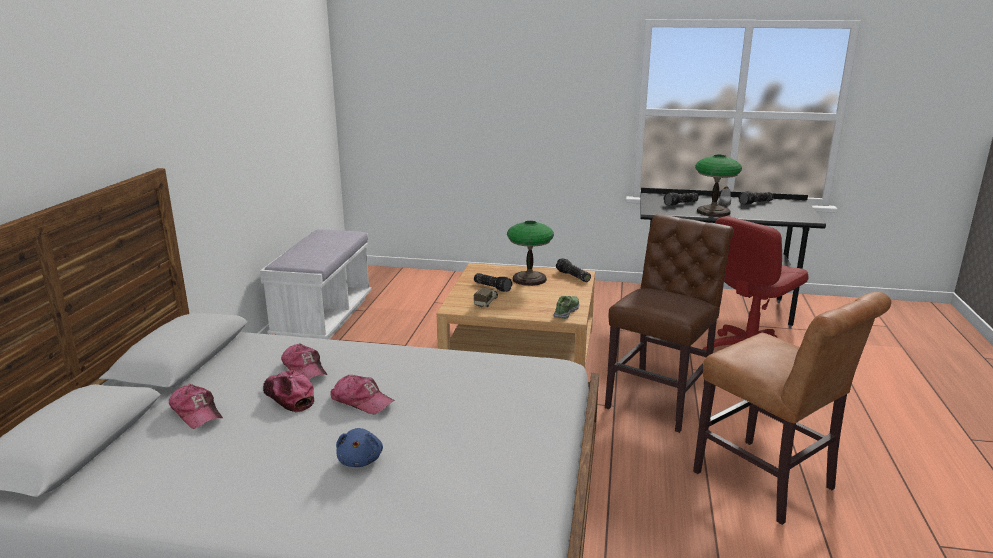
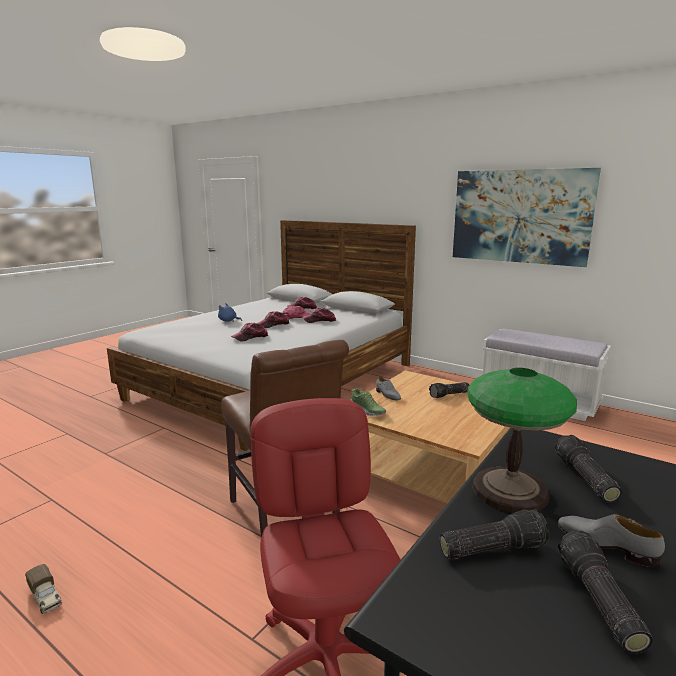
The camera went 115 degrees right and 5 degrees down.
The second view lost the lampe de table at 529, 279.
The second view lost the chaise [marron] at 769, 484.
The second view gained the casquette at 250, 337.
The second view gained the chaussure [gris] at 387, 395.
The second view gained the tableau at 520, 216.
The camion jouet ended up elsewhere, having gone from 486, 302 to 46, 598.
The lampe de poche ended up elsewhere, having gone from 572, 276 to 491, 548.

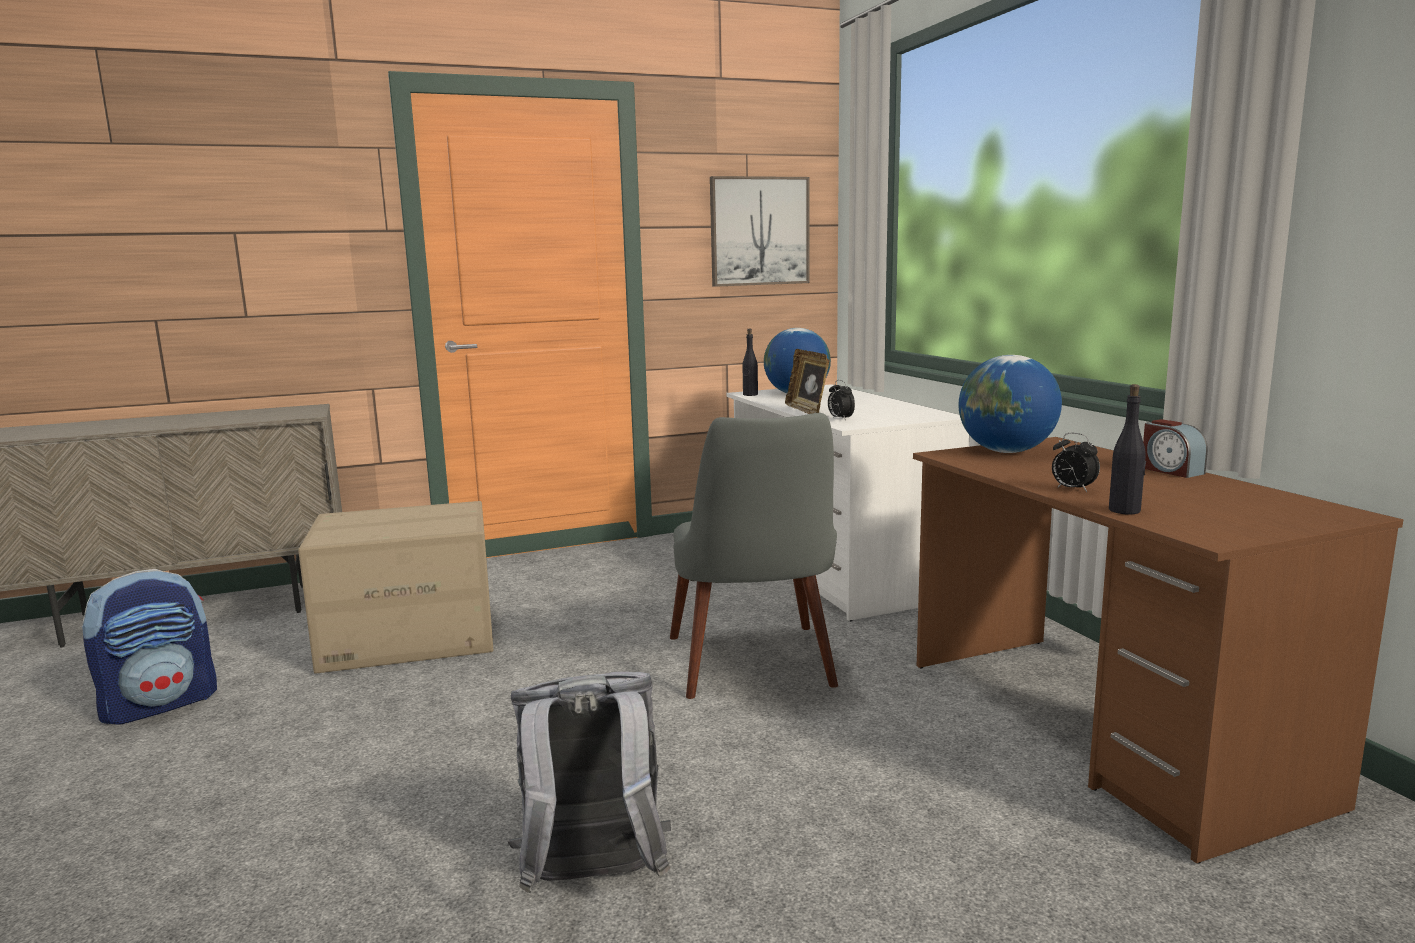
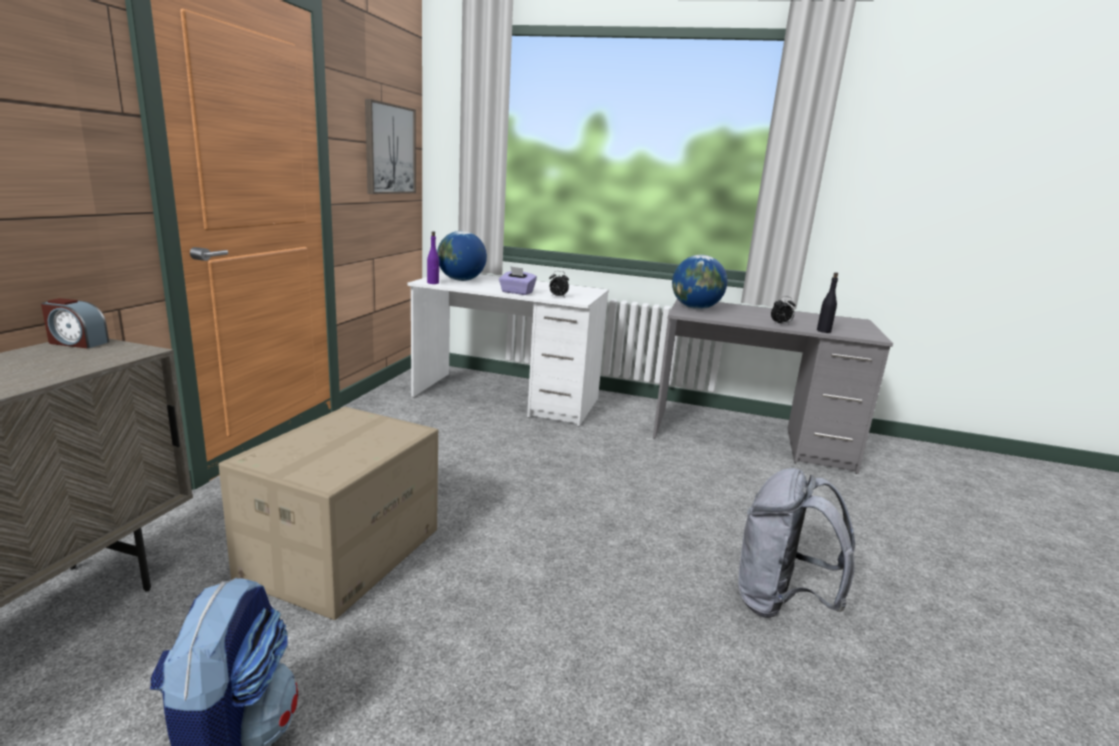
The camera went 55 degrees left and 5 degrees up.
The second view lost the chaise [gris] at 756, 671.
The réveil ended up elsewhere, having gone from 1170, 470 to 77, 343.
Where the cadre photo stood at 807, 410, the boîte à mouchoirs [violet] came to stand at 516, 292.
What was the bouteille [noir] at 750, 394 turned into the bouteille [violet] at 433, 283.
What was the bureau [marron] at 1100, 728 turned into the bureau [gris] at 751, 438.

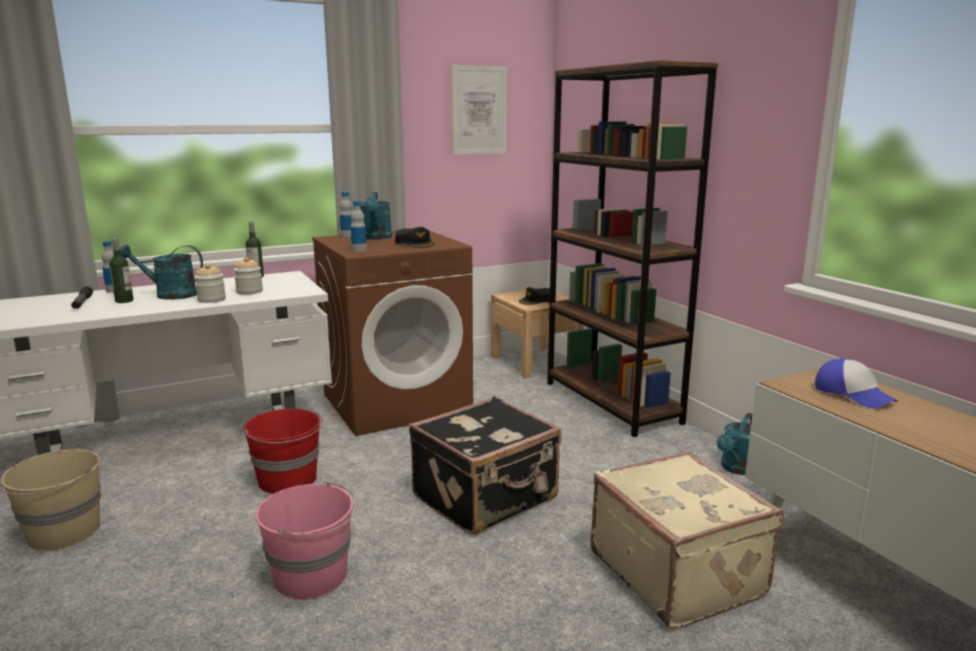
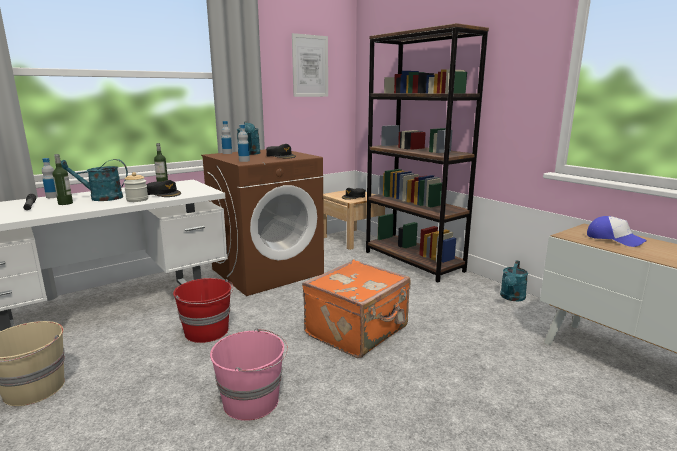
The camera went 10 degrees left and 0 degrees up.
The second view lost the valise [beige] at 678, 573.
Where the bocal stood at 249, 291, the casquette [noir] came to stand at 164, 193.
What was the valise [noir] at 487, 498 turned into the valise [orange] at 358, 331.

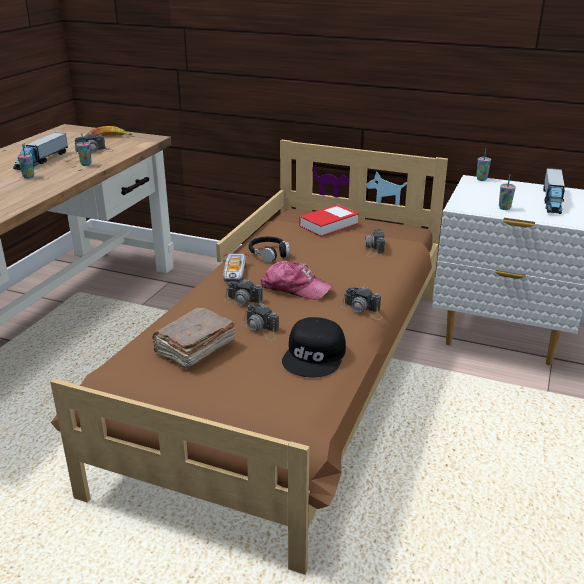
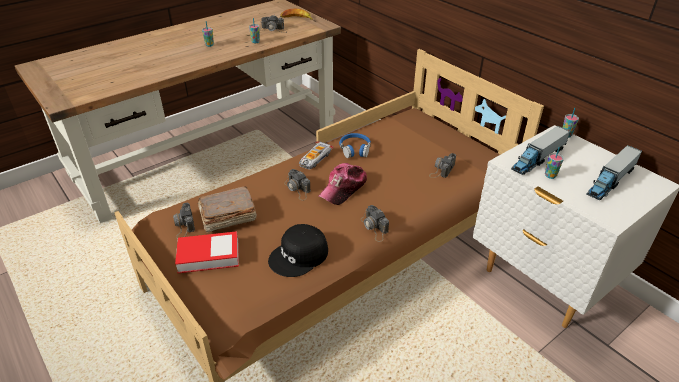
The camera went 30 degrees right and 10 degrees up.
The camion jouet ended up elsewhere, having gone from 42, 160 to 538, 159.
The appareil photo ended up elsewhere, having gone from 261, 328 to 184, 225.
The livre ended up elsewhere, having gone from 329, 225 to 209, 256.
What was the casque audio [noir] at 269, 254 turned into the casque audio [bleu] at 355, 149.
The casquette at 295, 288 ended up facing another way, 75 degrees clockwise from before.

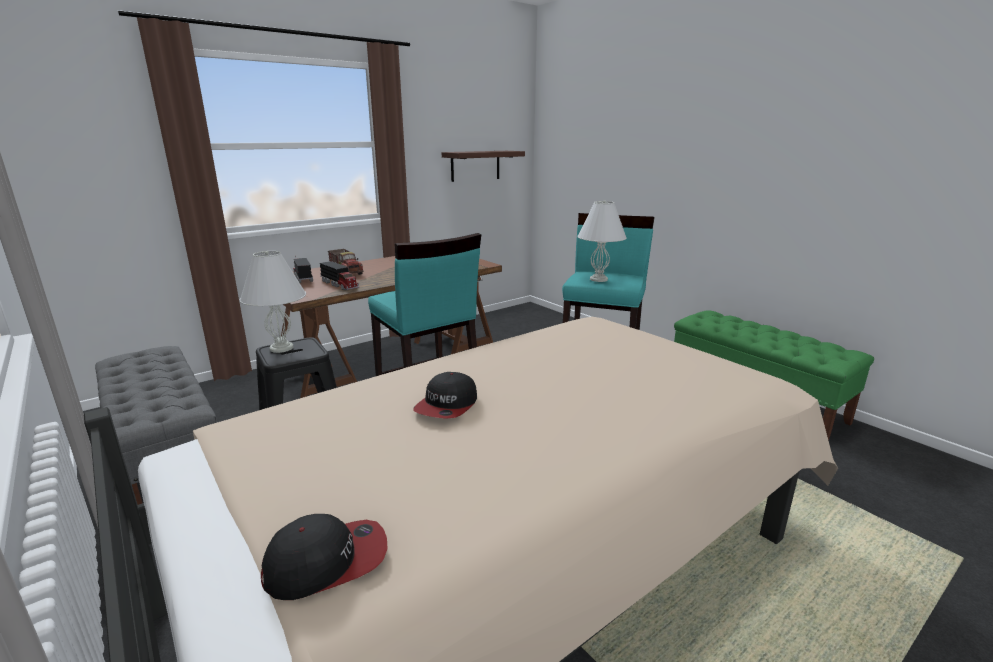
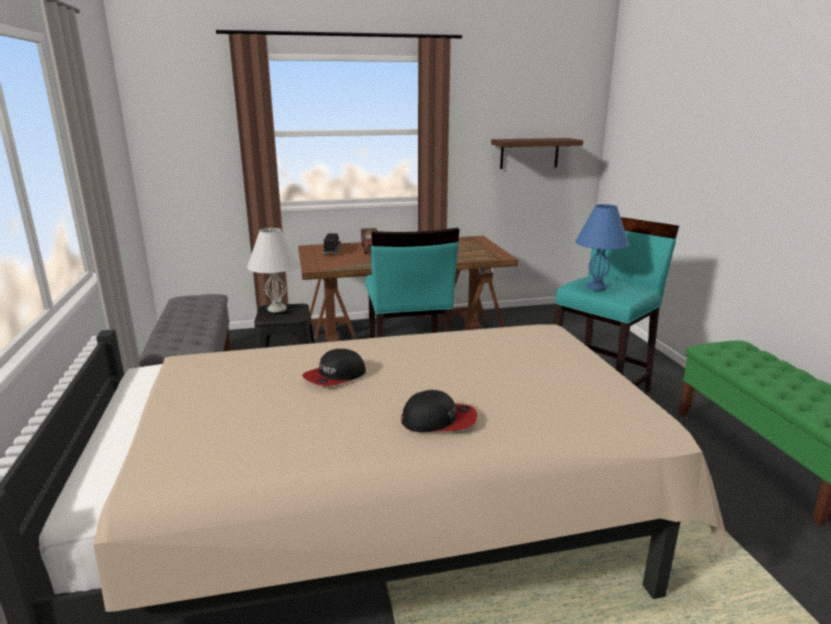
The camera went 25 degrees right and 0 degrees up.
The second view lost the camion jouet at 340, 284.
The casquette ended up elsewhere, having gone from 327, 561 to 439, 420.
What was the lampe de table [blanc] at 598, 279 turned into the lampe de table [bleu] at 597, 287.

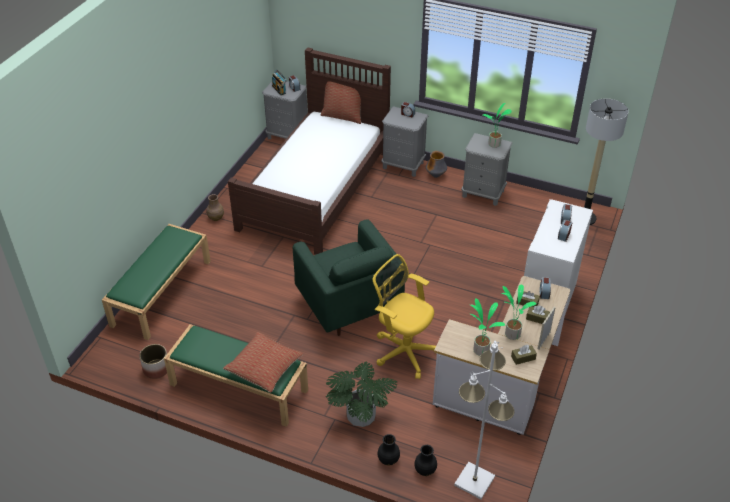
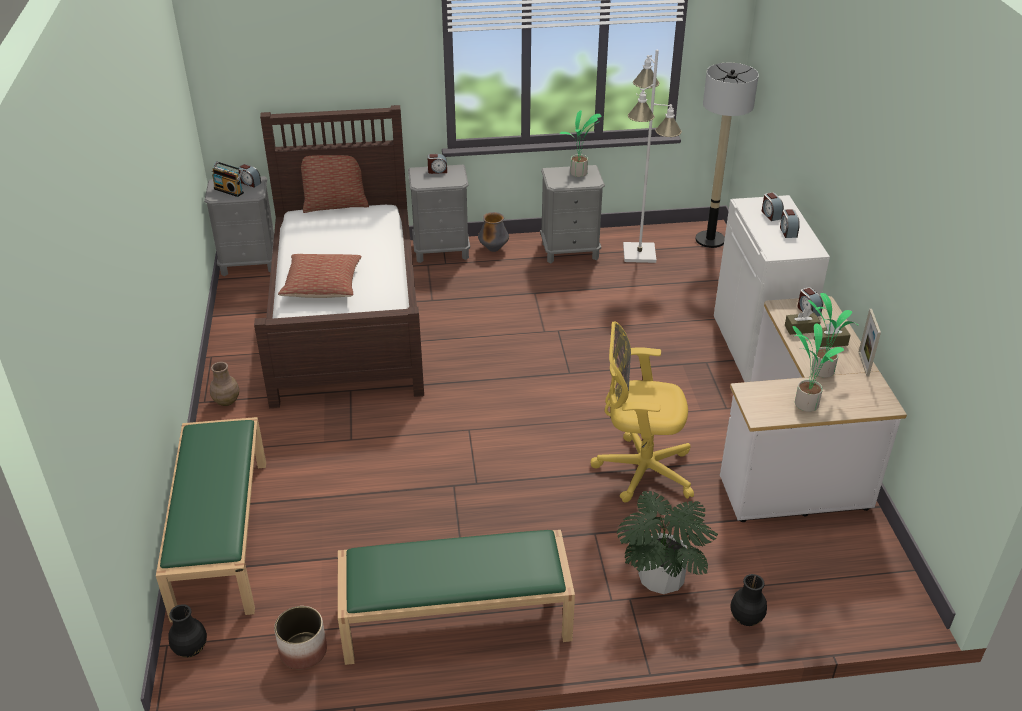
The camera went 30 degrees left and 5 degrees down.
The second view lost the fauteuil [vert] at 348, 306.
The second view lost the boîte à mouchoirs [marron] at 523, 358.
The coussin ended up elsewhere, having gone from 264, 367 to 322, 285.
The vase [noir] ended up elsewhere, having gone from 425, 470 to 191, 648.
The lampadaire [blanc] ended up elsewhere, having gone from 475, 481 to 639, 253.

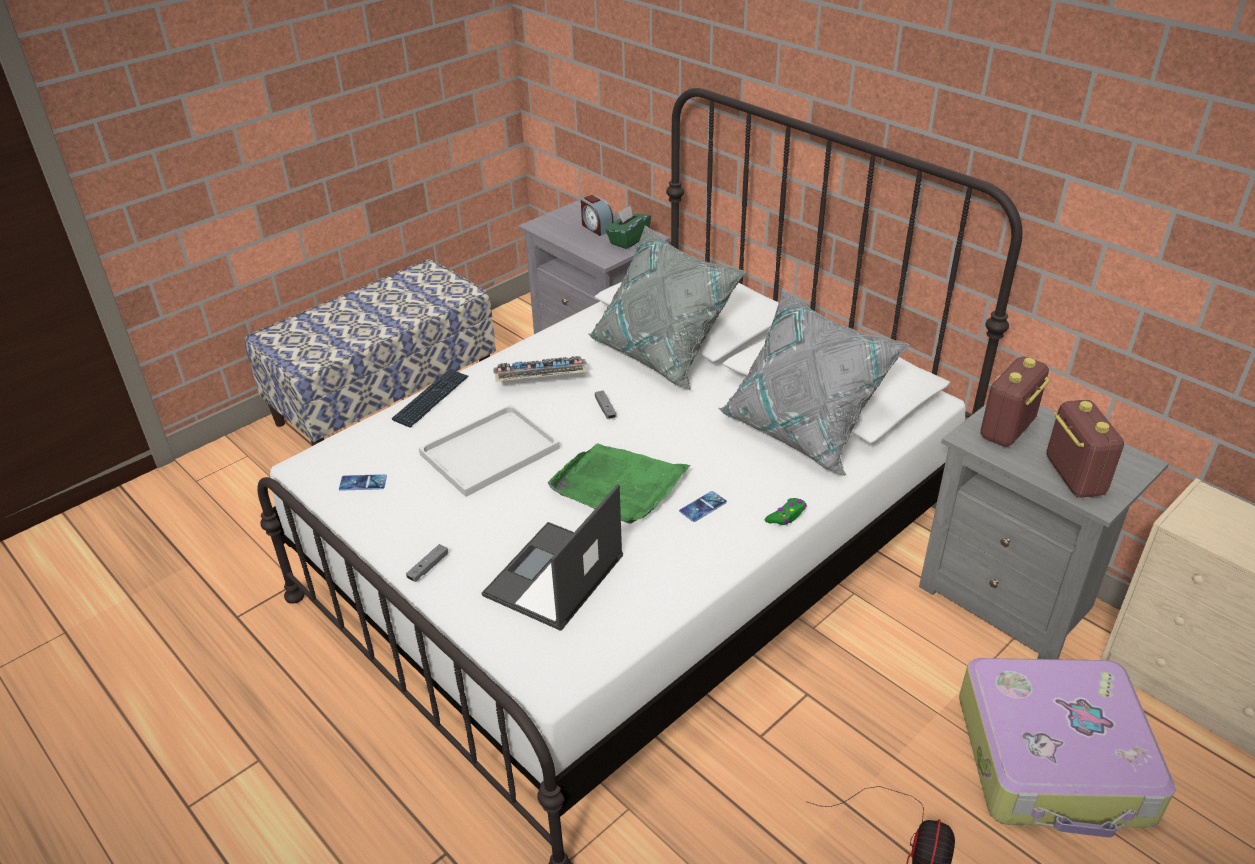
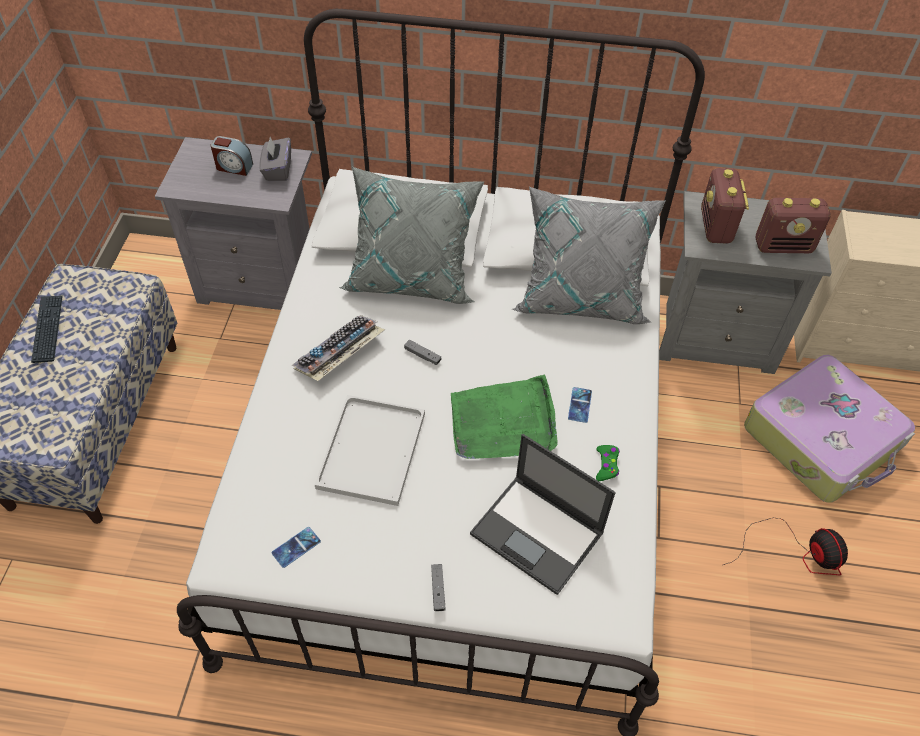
The camera went 40 degrees left and 15 degrees up.
The clavier ended up elsewhere, having gone from 431, 399 to 48, 329.
The manette [vert] ended up elsewhere, having gone from 786, 516 to 606, 465.
What was the boîte à mouchoirs [vert] at 628, 240 turned into the boîte à mouchoirs [gris] at 277, 169.
The ordinateur portable at 553, 577 ended up facing another way, 45 degrees counterclockwise from before.
The radio at 1073, 476 ended up facing another way, 135 degrees clockwise from before.

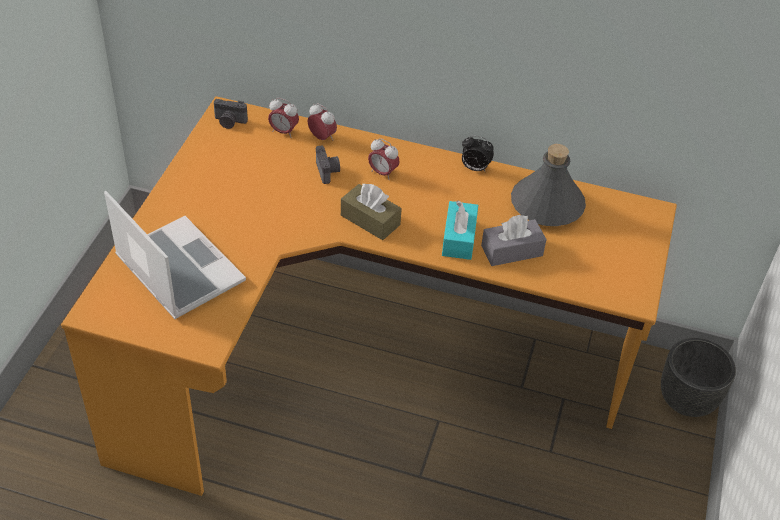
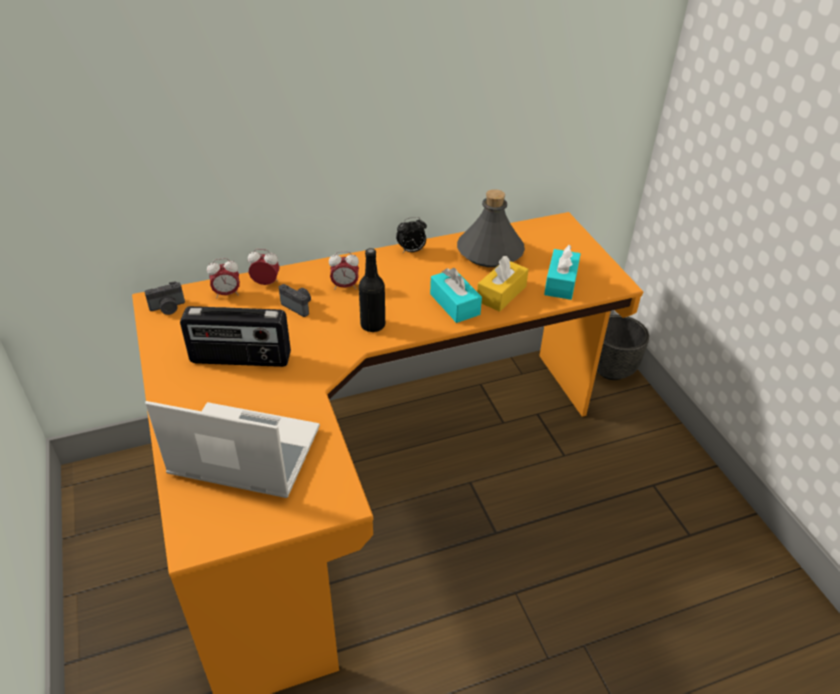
The camera went 35 degrees left and 5 degrees down.
The second view gained the radio at 240, 359.
The second view gained the boîte à mouchoirs [turquoise] at 561, 282.
Where the boîte à mouchoirs [marron] stood at 370, 220, the bouteille [noir] came to stand at 372, 325.
What was the boîte à mouchoirs [gris] at 512, 251 turned into the boîte à mouchoirs [jaune] at 501, 294.

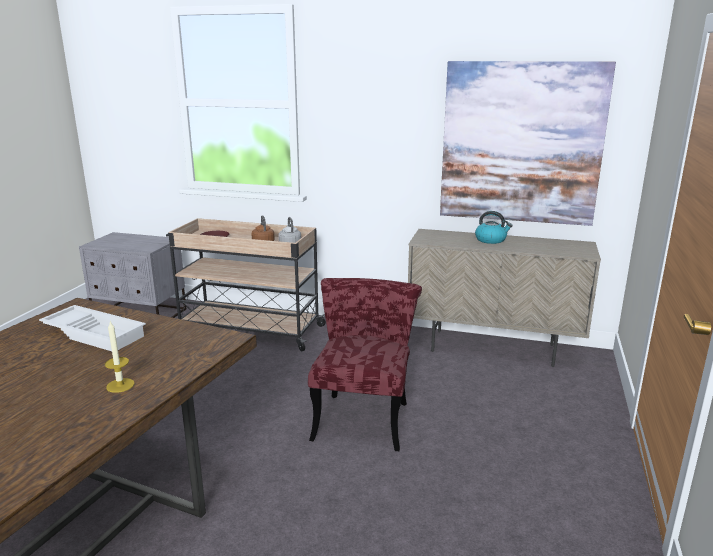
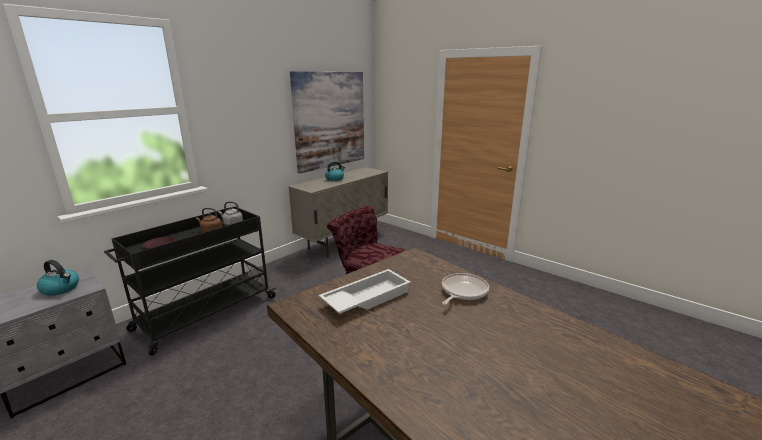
The camera went 65 degrees left and 0 degrees up.
The second view gained the bouilloire at 61, 288.
Where the bougie stood at 120, 385, the poêle came to stand at 463, 291.
What was the chariot [beige] at 248, 329 turned into the chariot [noir] at 205, 314.

